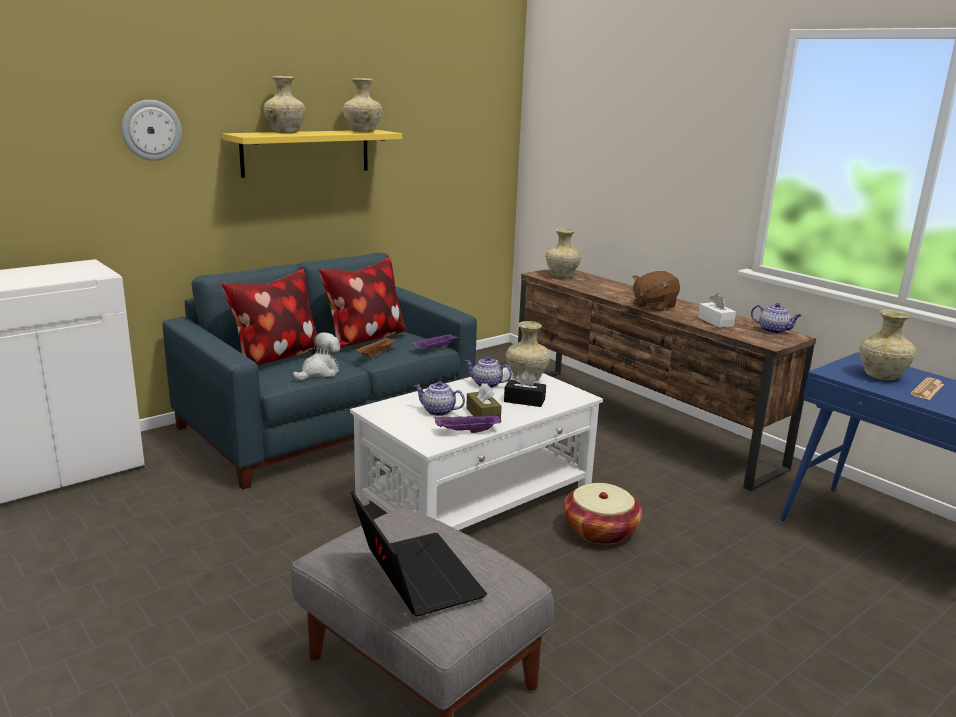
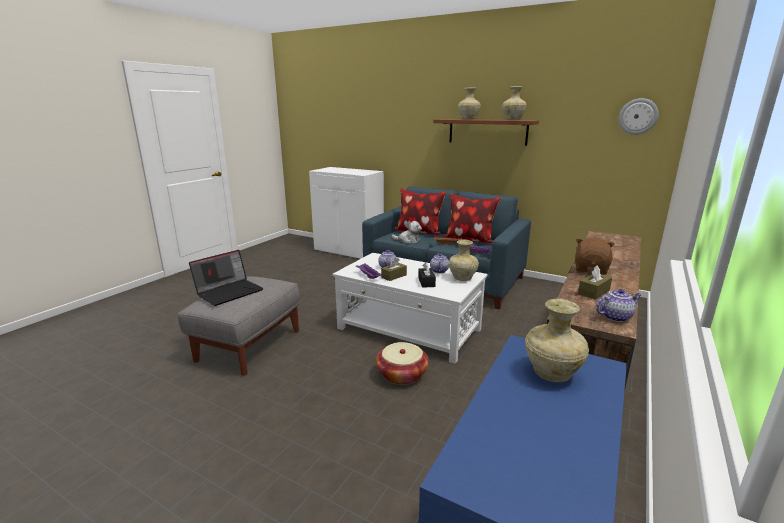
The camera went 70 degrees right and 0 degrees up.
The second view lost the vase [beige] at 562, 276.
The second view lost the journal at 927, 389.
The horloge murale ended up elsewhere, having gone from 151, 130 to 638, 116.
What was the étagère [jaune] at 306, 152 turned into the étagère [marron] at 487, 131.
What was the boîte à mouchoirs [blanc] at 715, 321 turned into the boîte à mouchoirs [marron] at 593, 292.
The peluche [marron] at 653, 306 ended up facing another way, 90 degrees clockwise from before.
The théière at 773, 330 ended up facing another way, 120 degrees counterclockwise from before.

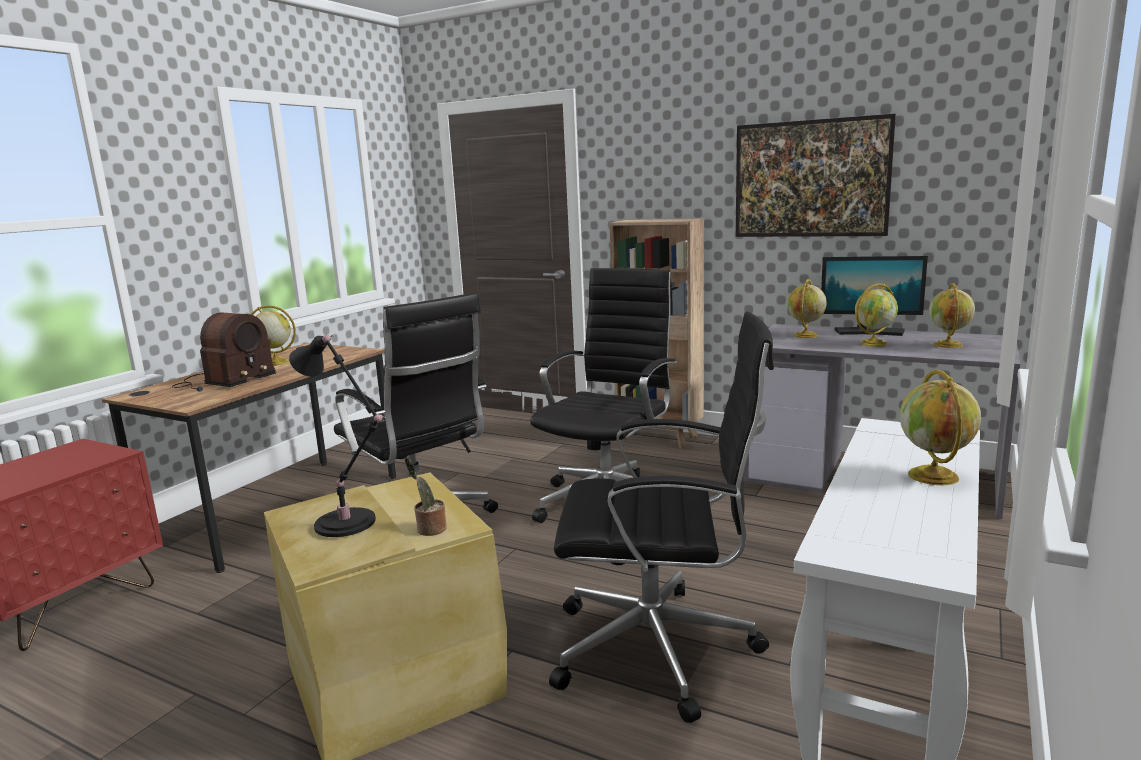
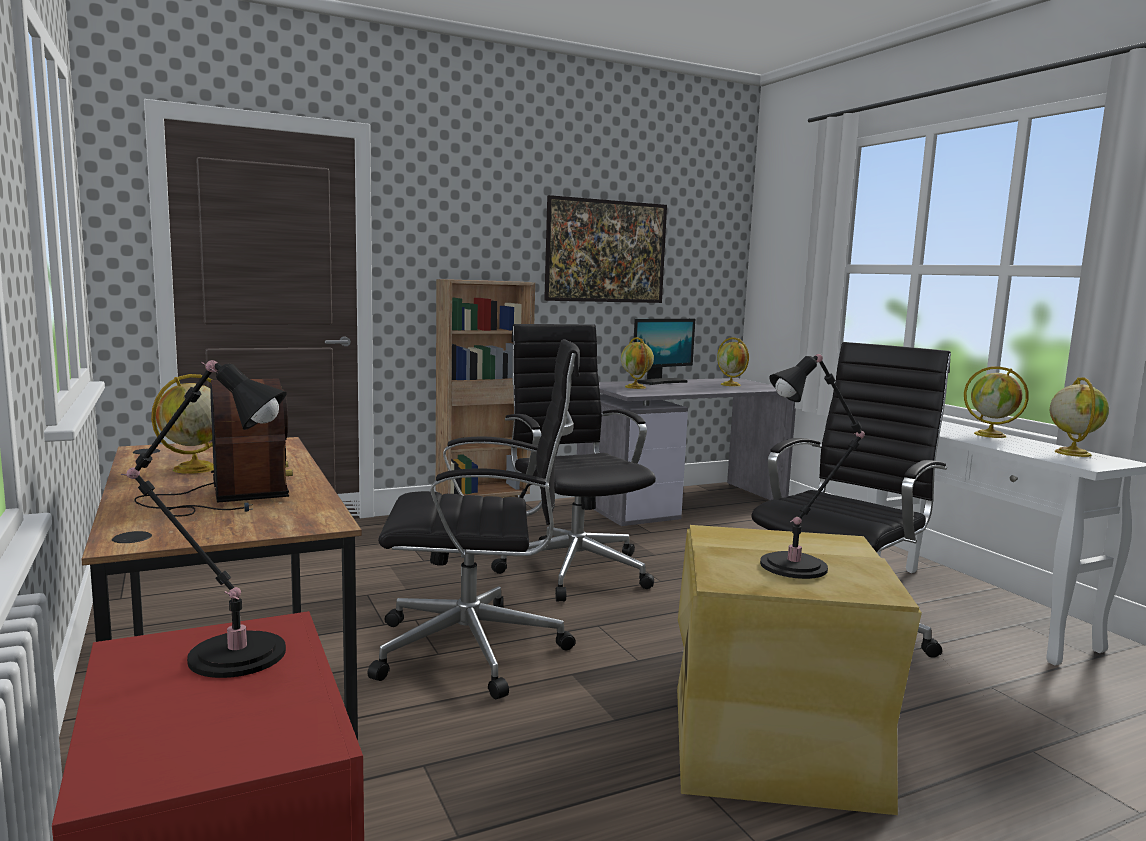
The camera went 55 degrees left and 5 degrees down.
The second view lost the plante en pot at 429, 529.
The second view gained the lampe de table [noir] at 230, 654.
The globe ended up elsewhere, having gone from 873, 343 to 1072, 453.

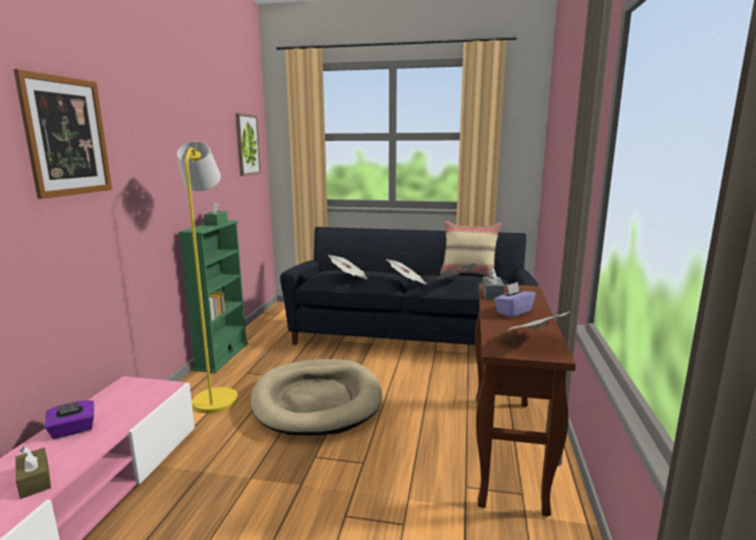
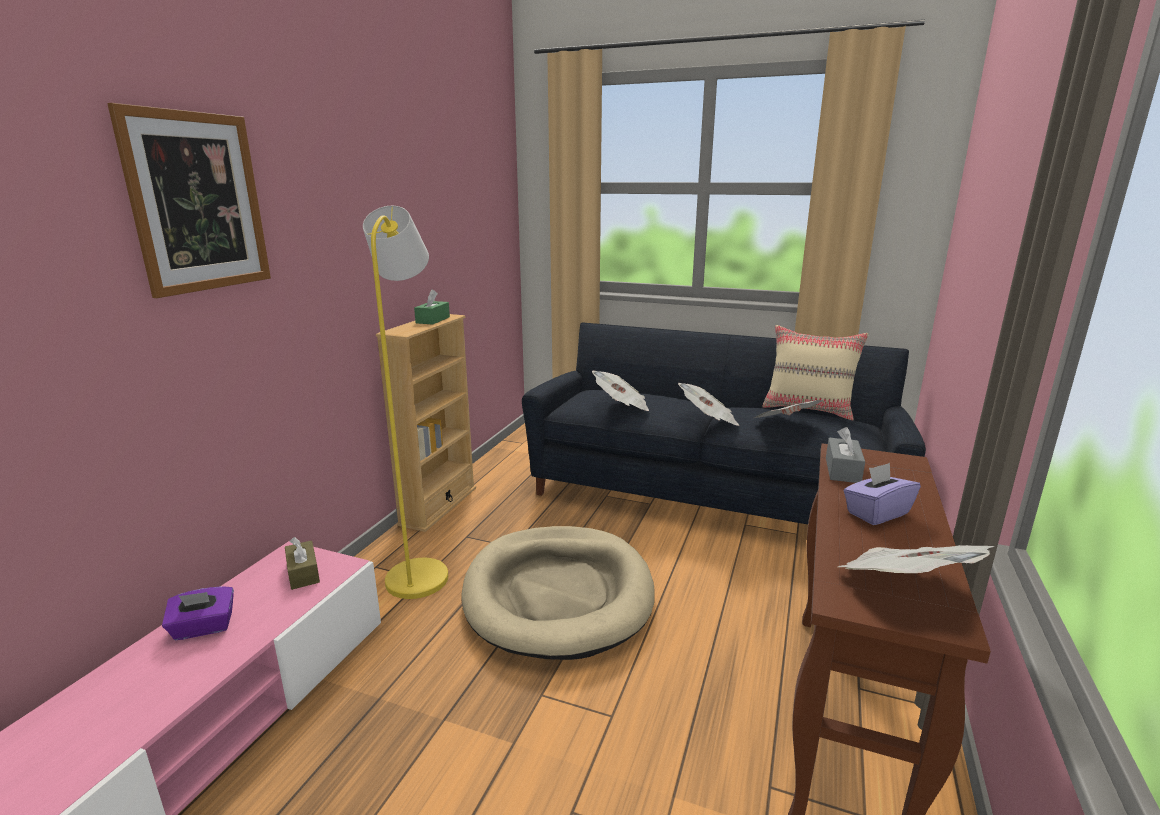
The camera went 10 degrees right and 5 degrees up.
The second view lost the tableau at 247, 145.
The boîte à mouchoirs [marron] ended up elsewhere, having gone from 34, 480 to 303, 573.
What was the bibliothèque [vert] at 222, 356 turned into the bibliothèque [beige] at 438, 506.

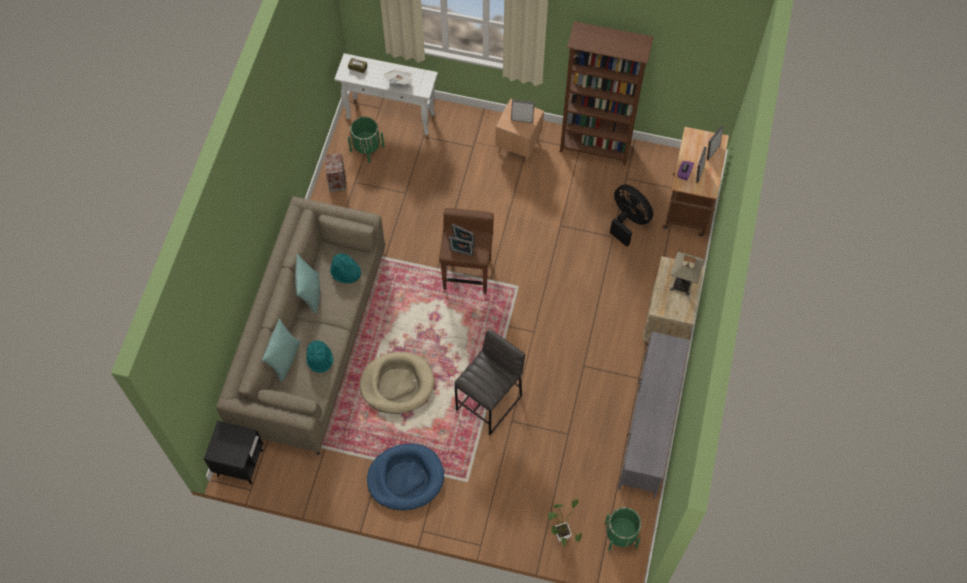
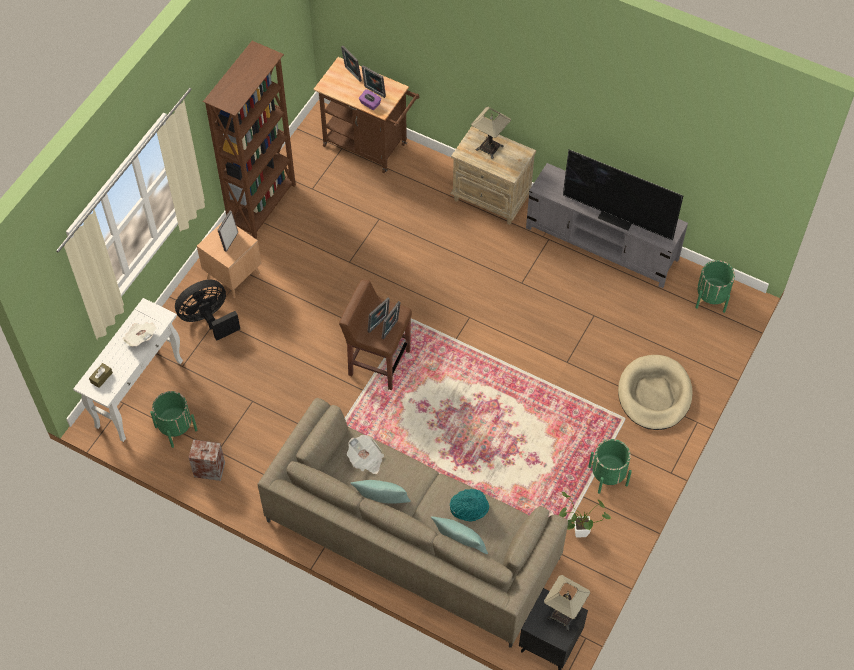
The camera went 75 degrees left and 5 degrees down.
The second view lost the tabouret [gris] at 490, 403.
The second view gained the lampe de table at 563, 614.
The second view gained the téléviseur at 617, 218.
The panier pour chien [beige] ended up elsewhere, having gone from 397, 384 to 654, 394.
The plante en pot ended up elsewhere, having gone from 561, 532 to 577, 532.
The ventilateur [noir] ended up elsewhere, having gone from 628, 221 to 208, 319.
Where the chapeau [turquoise] stood at 345, 272, the journal came to stand at 366, 459.
Where the panier pour chien [bleu] stood at 405, 478, the cache-pot [vert] came to stand at 608, 476.

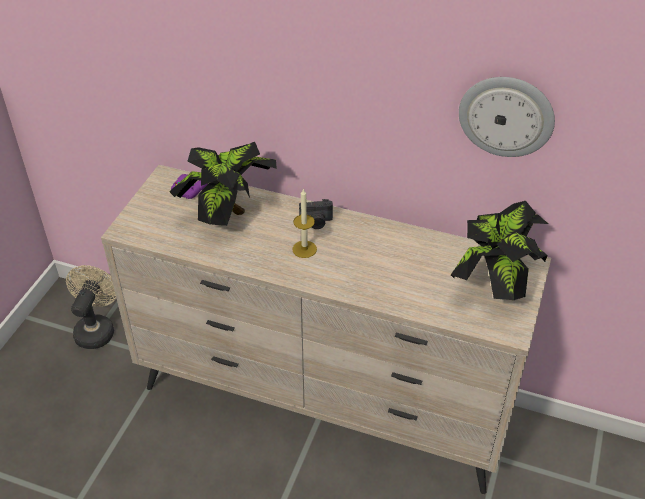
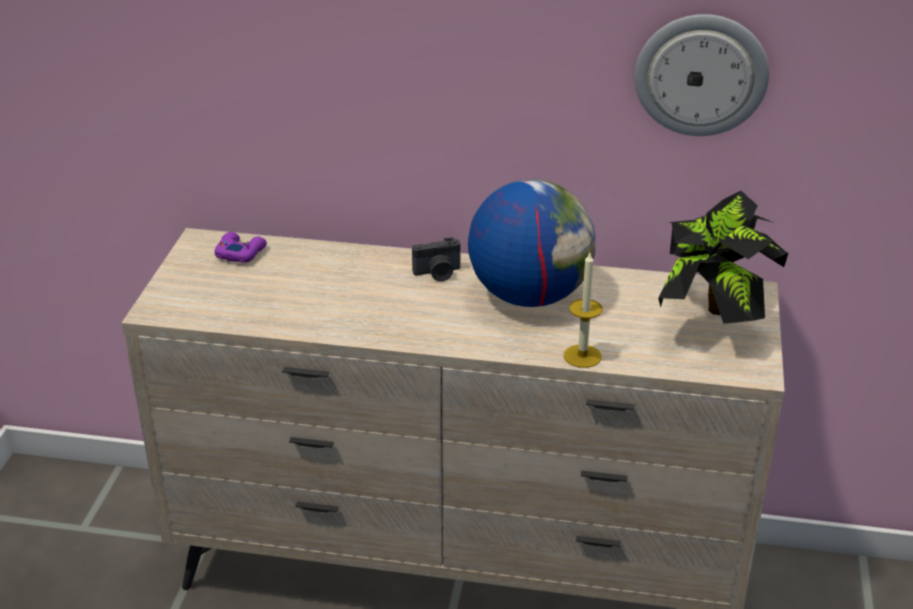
The camera went 10 degrees left and 10 degrees down.
The second view lost the ventilateur [beige] at 96, 329.
The second view lost the plante en pot at 228, 216.
The second view gained the globe at 529, 295.
The bougie ended up elsewhere, having gone from 304, 249 to 582, 356.

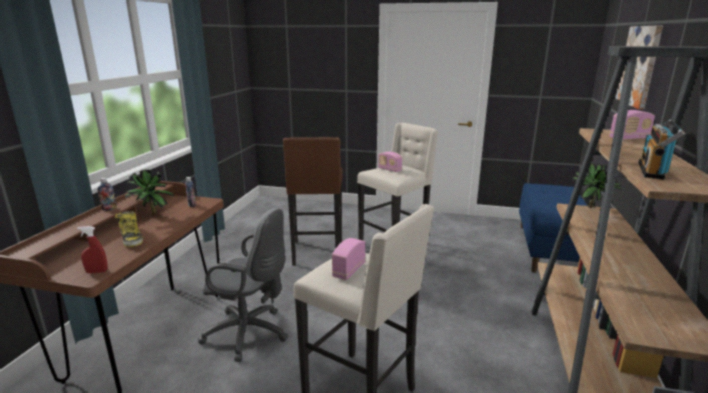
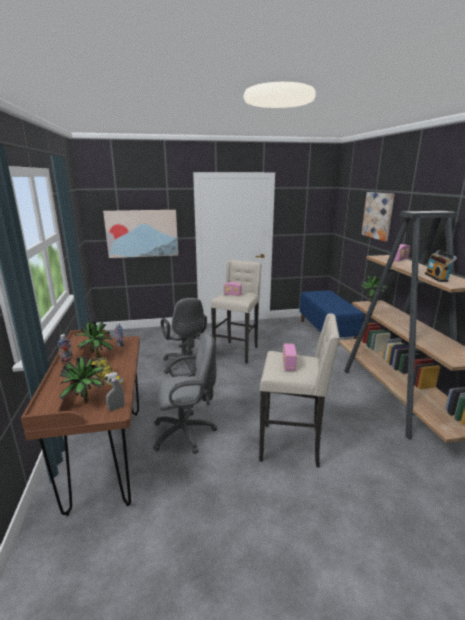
The camera went 25 degrees left and 0 degrees up.
The second view gained the plante en pot at 86, 403.
The second view gained the tableau at 142, 233.
Where the tabouret [marron] stood at 317, 253, the chaise de bureau [gris] came to stand at 185, 366.
What was the vaporisateur [rouge] at 97, 272 turned into the vaporisateur [gris] at 116, 408.

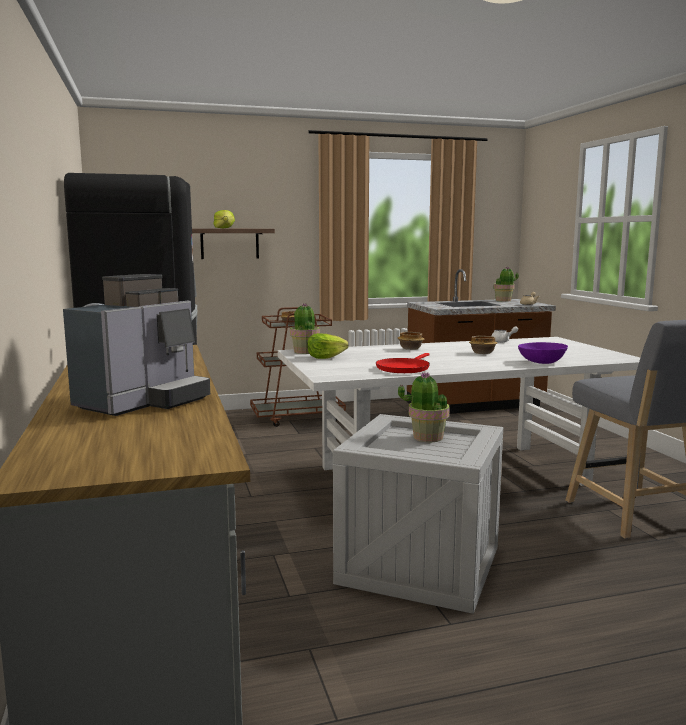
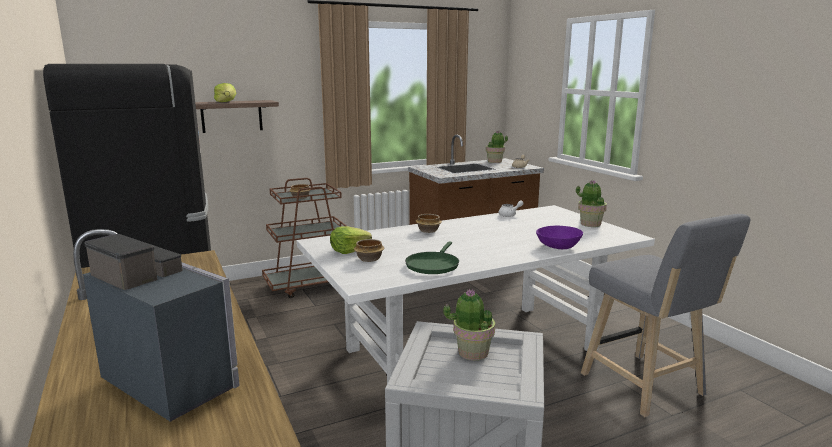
The camera went 10 degrees left and 5 degrees up.
The plante en pot ended up elsewhere, having gone from 305, 352 to 590, 224.
The bol ended up elsewhere, having gone from 482, 353 to 369, 259.
What was the poêle [rouge] at 404, 368 turned into the poêle [vert] at 433, 265.
The machine à café at 144, 402 ended up facing another way, 75 degrees counterclockwise from before.

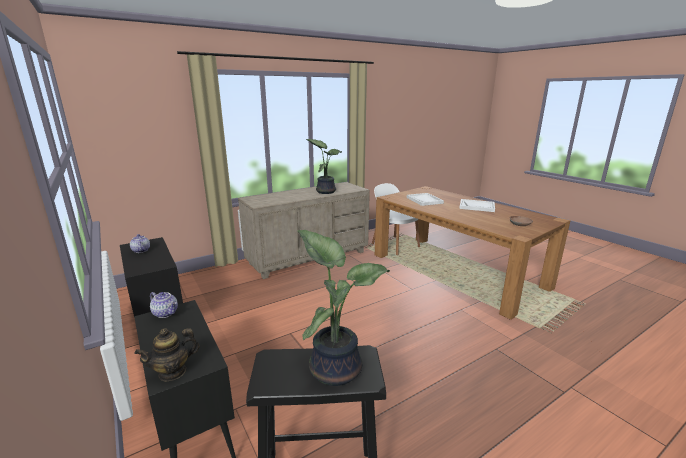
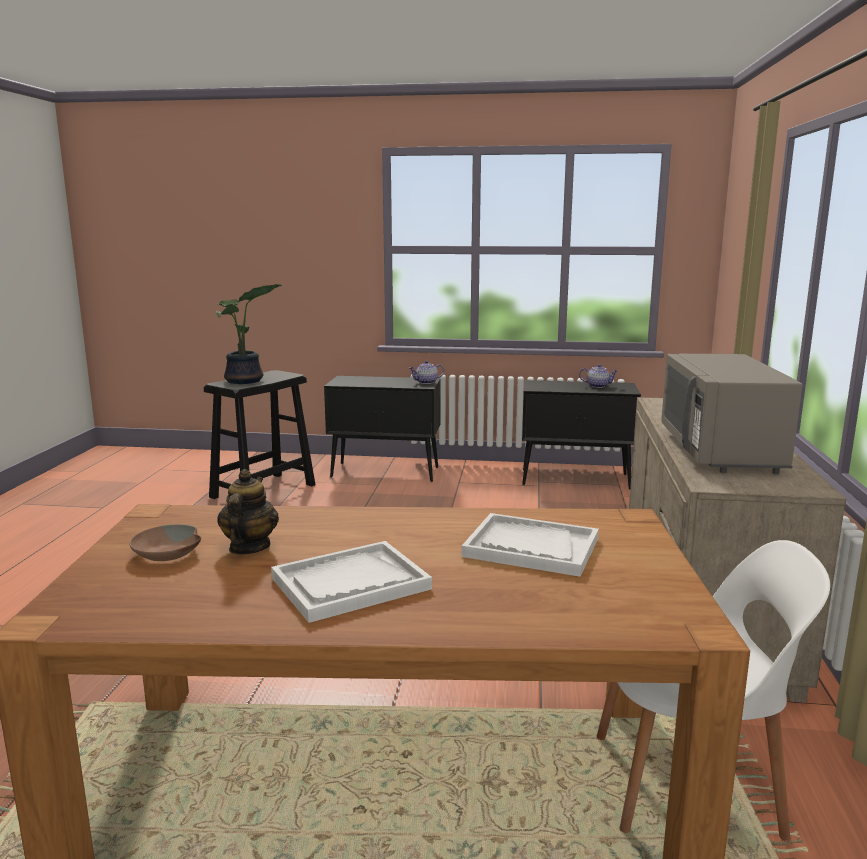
The camera went 130 degrees right and 5 degrees down.
The théière ended up elsewhere, having gone from 172, 372 to 249, 547.
Where the plante en pot stood at 325, 191, the micro-ondes [gris] came to stand at 719, 451.

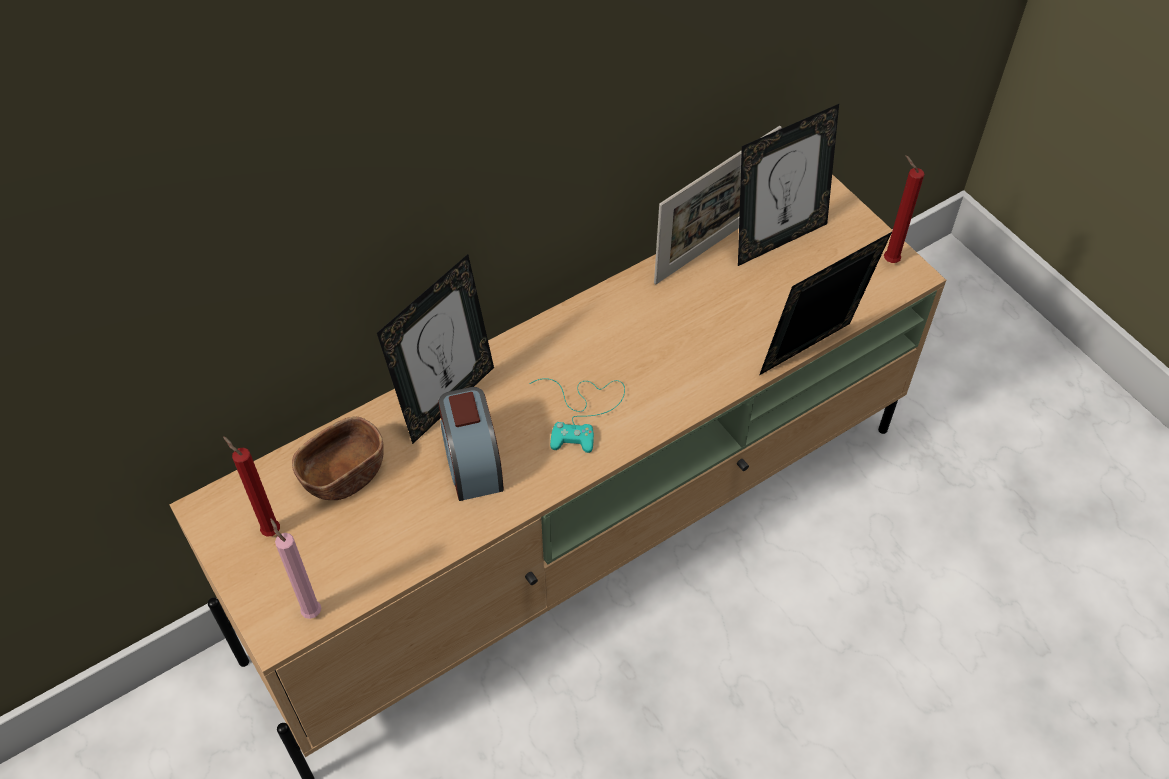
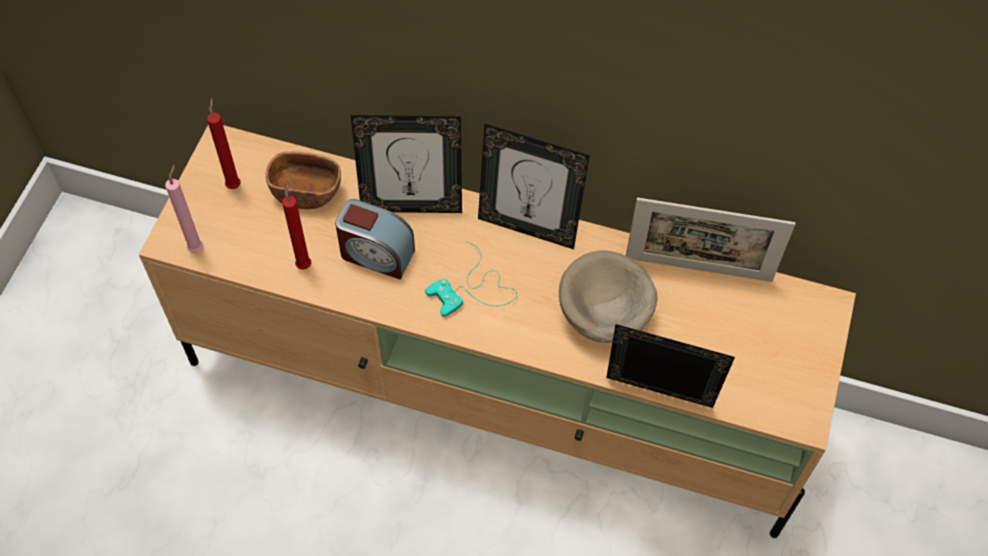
The camera went 50 degrees right and 5 degrees up.
The second view gained the bol [beige] at 603, 315.
The cadre photo ended up elsewhere, having gone from 777, 238 to 528, 227.
The bougie [rouge] ended up elsewhere, having gone from 888, 260 to 304, 263.
The réveil at 472, 462 ended up facing another way, 105 degrees counterclockwise from before.

